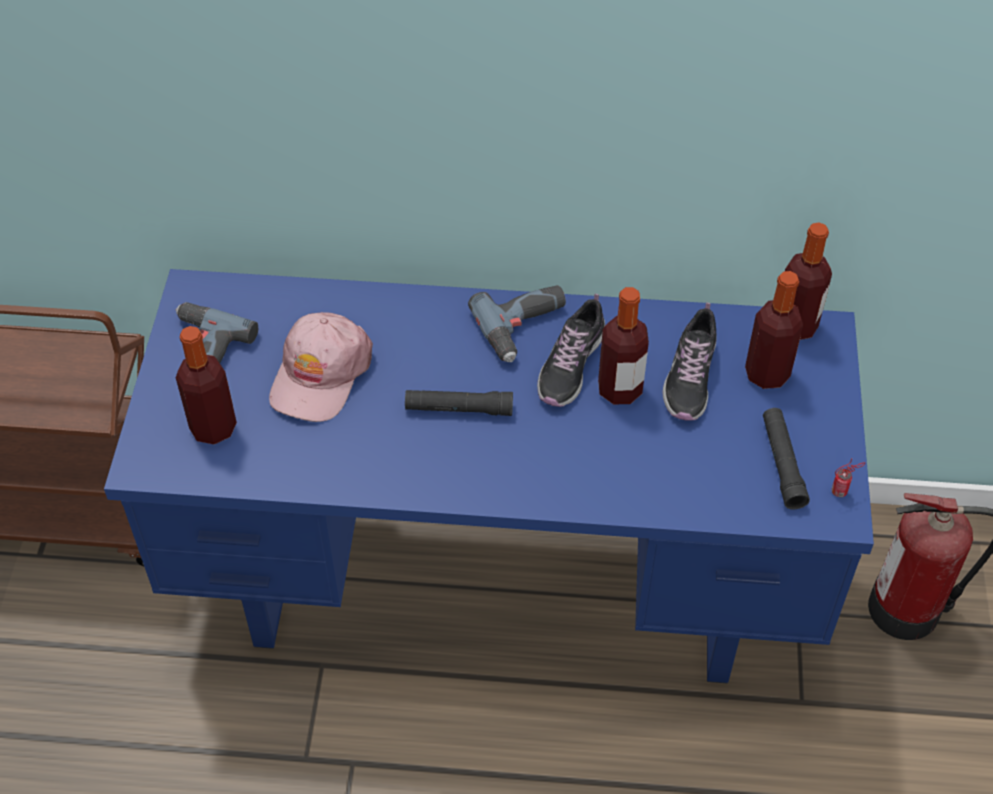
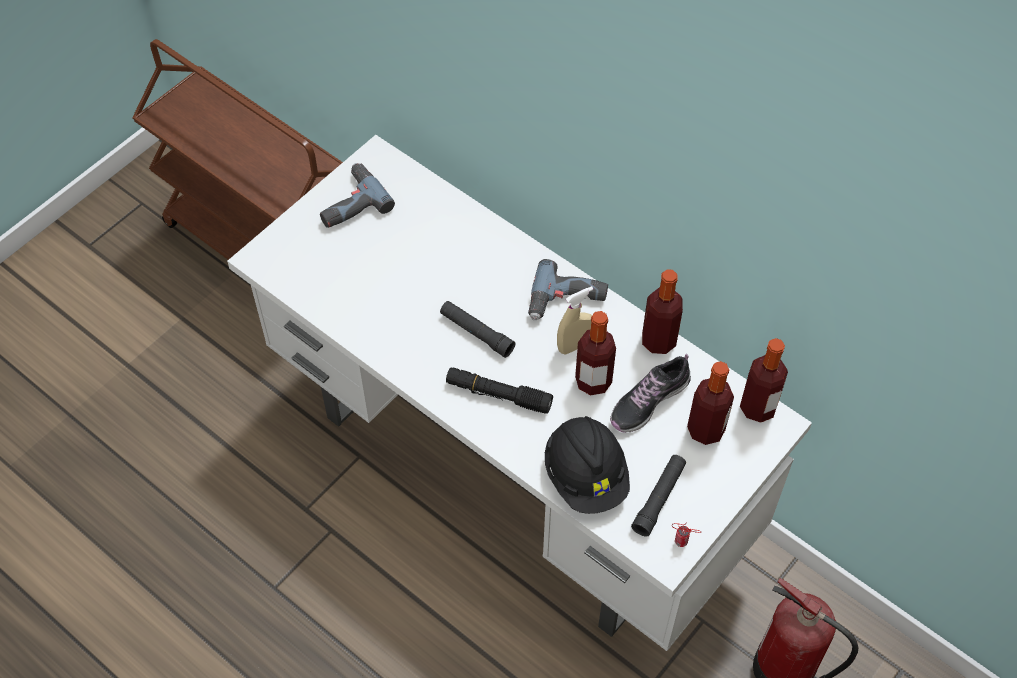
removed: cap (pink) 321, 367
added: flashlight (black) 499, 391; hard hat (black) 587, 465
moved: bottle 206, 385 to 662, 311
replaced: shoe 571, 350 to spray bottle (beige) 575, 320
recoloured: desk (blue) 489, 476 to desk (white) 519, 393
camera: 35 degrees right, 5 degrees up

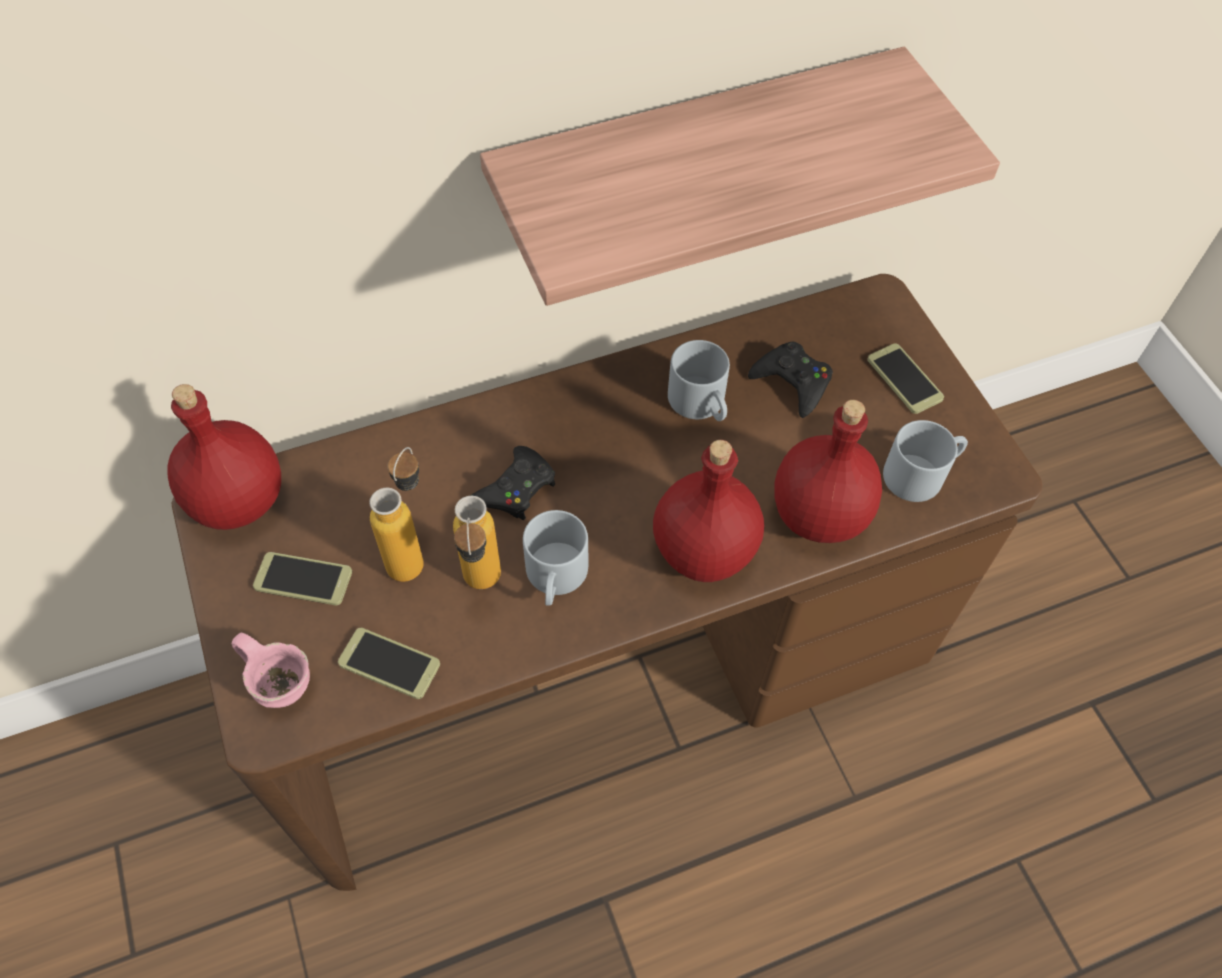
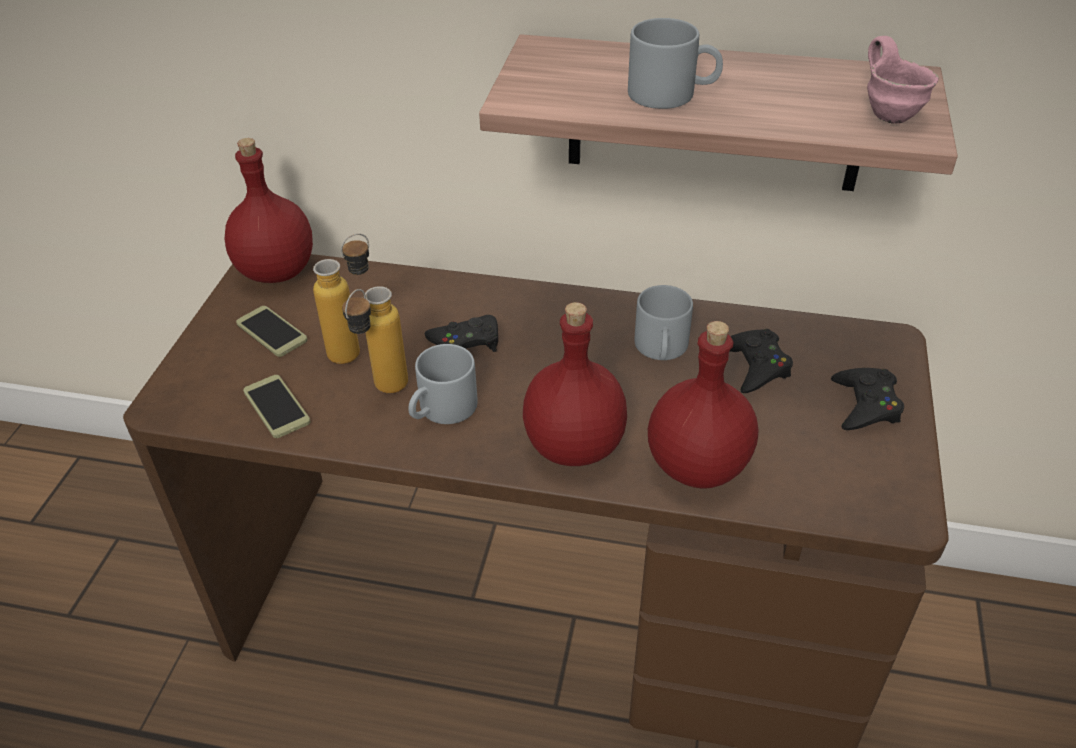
moved: mug (pink) 271, 670 to 903, 80; mug (grey) 925, 461 to 675, 63
replaced: phone 905, 378 to game controller (black) 867, 399
camera: 35 degrees right, 15 degrees down

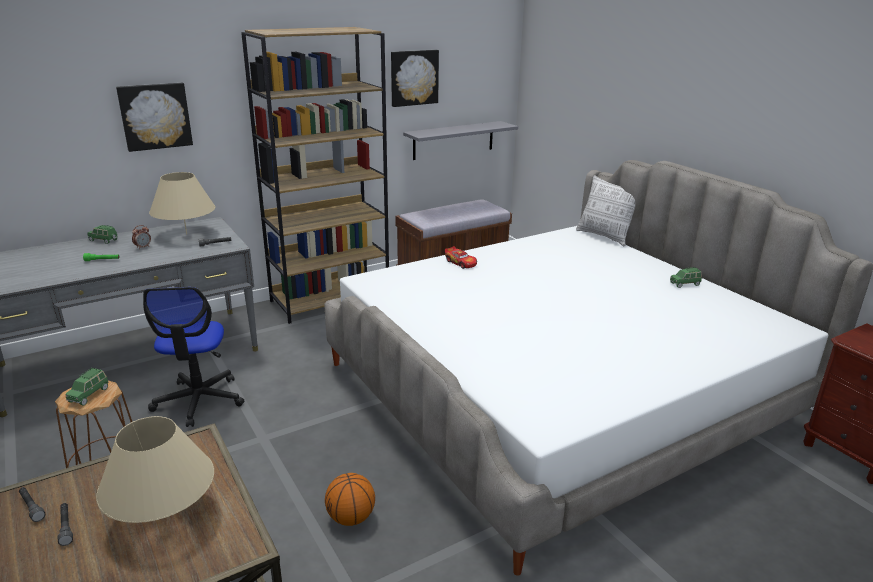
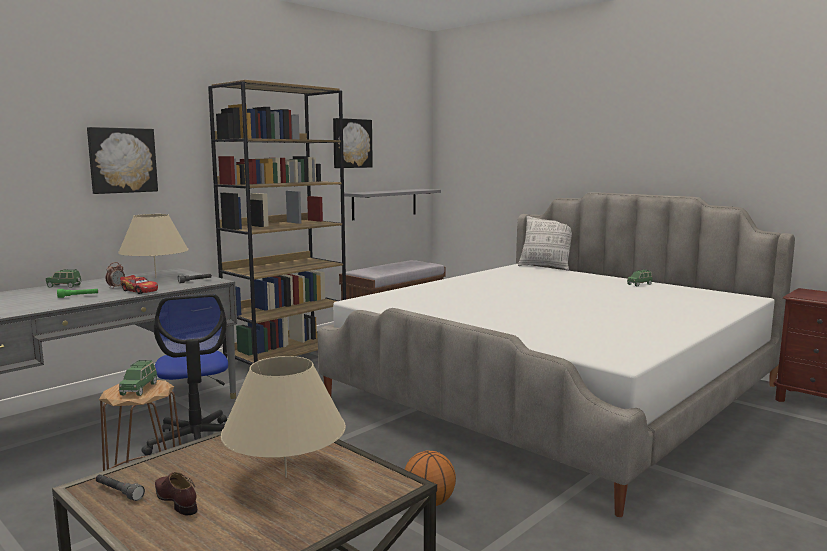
moved: toy car 461, 257 to 139, 284
replaced: flashlight (grey) 65, 524 to shoe (brown) 176, 493
camera: 15 degrees left, 15 degrees down

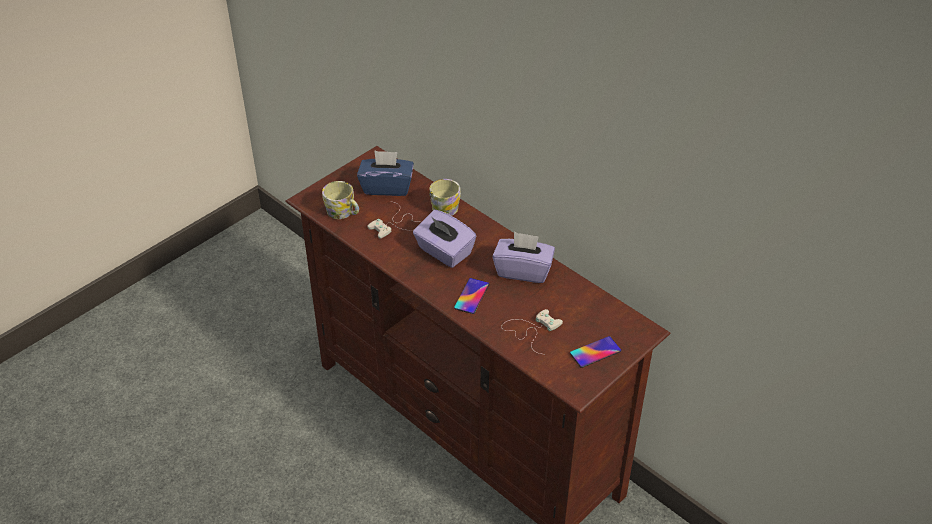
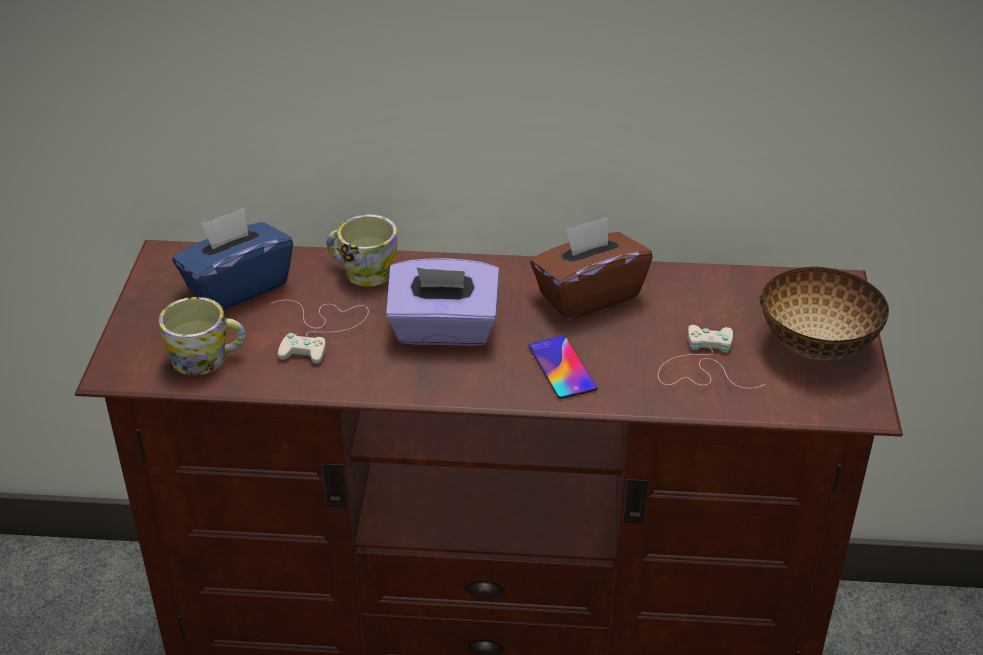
replaced: phone 595, 352 to bowl 824, 313
recoloured: tissue box (purple) 523, 257 to tissue box (brown) 591, 268
camera: 40 degrees left, 5 degrees down

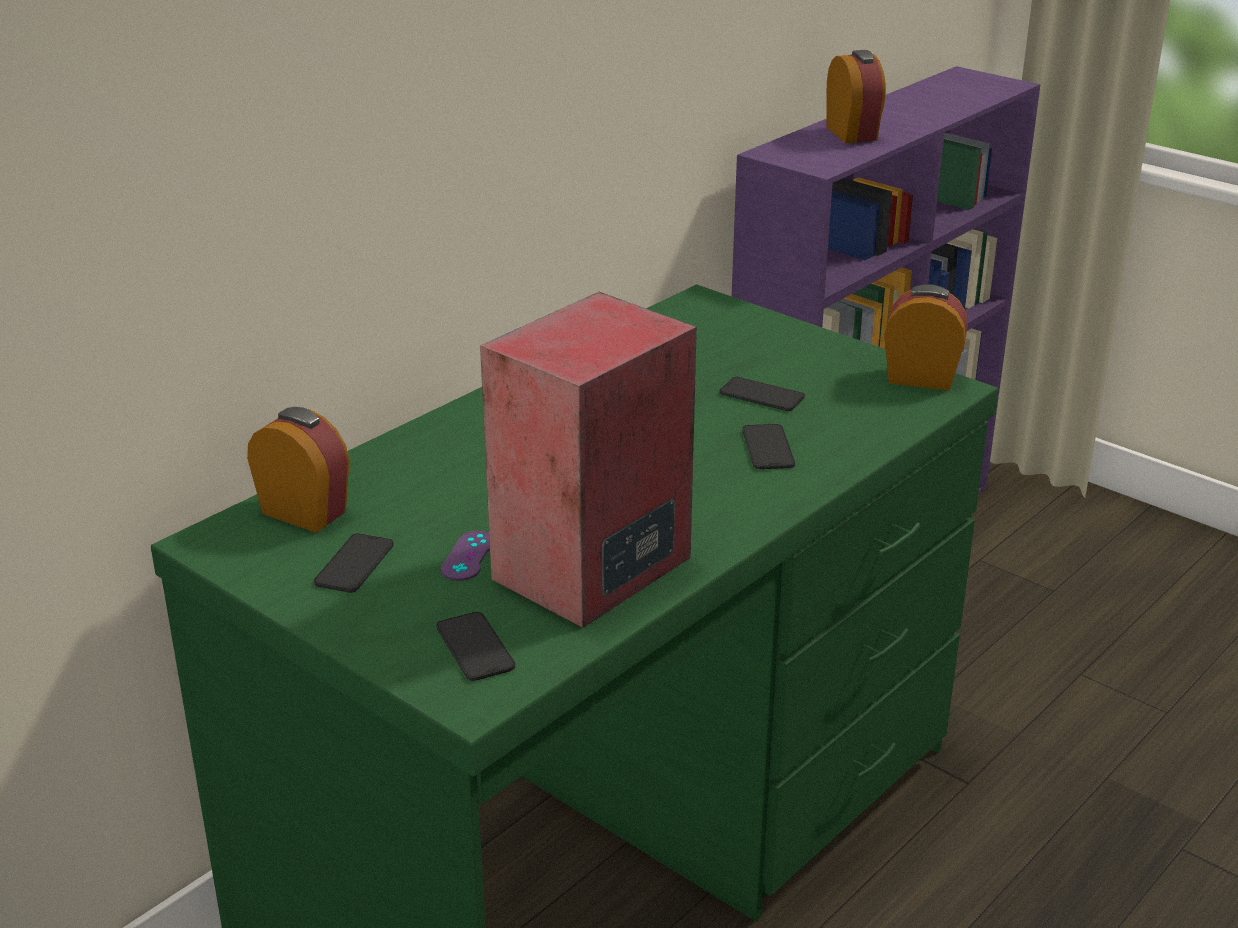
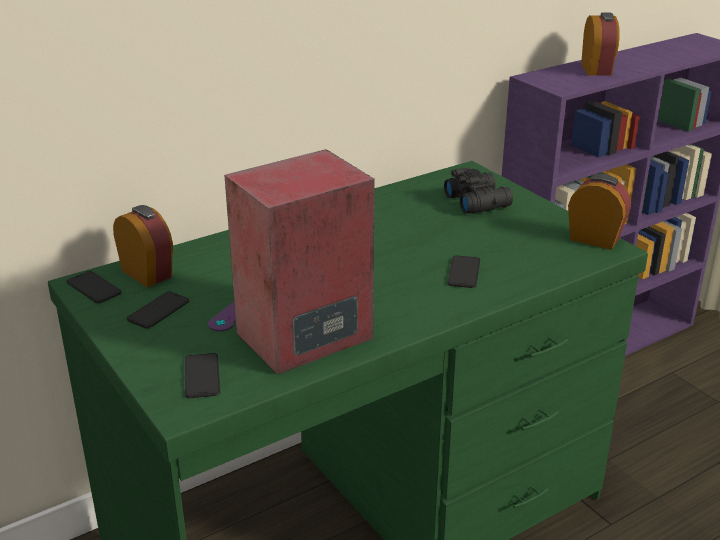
added: binoculars (black) 478, 190
moved: phone 762, 394 to 94, 287
camera: 15 degrees right, 0 degrees up

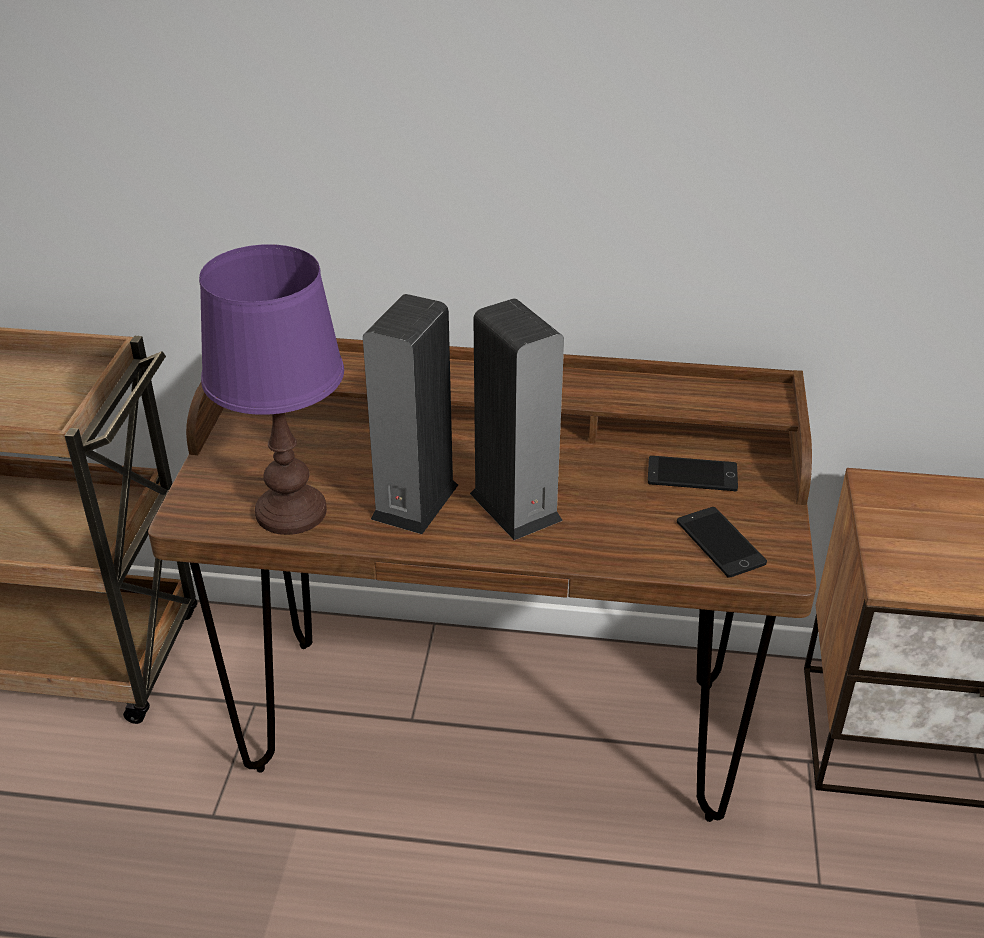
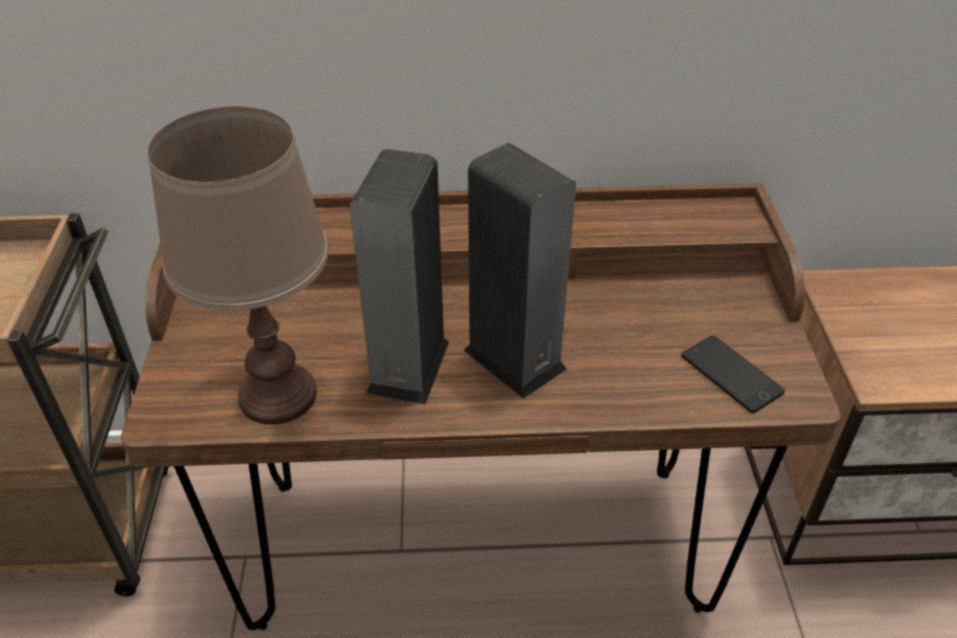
removed: phone 693, 473
recoloured: table lamp (purple) 271, 389 to table lamp (brown) 238, 265
camera: 10 degrees left, 5 degrees up

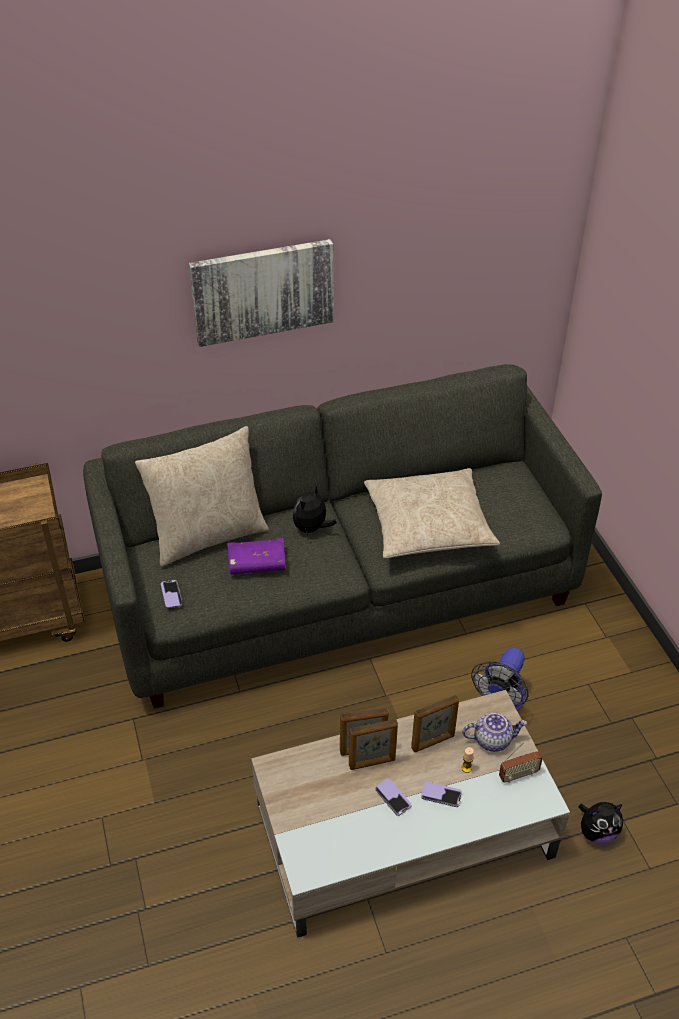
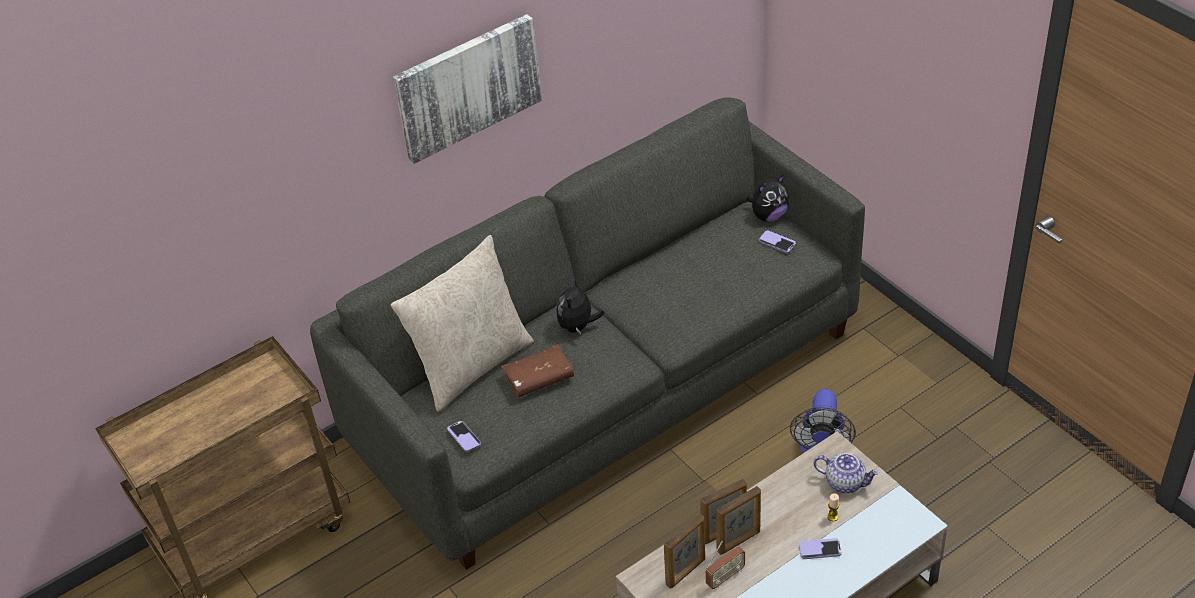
removed: pillow (beige) 432, 513
moved: phone 393, 797 to 777, 241; picture frame 435, 723 to 684, 551; radio 520, 762 to 725, 565; plush toy 601, 822 to 767, 198
recoloured: book (purple) 256, 556 to book (brown) 537, 371
turned: teapot 495, 732 = 847, 473 45 degrees clockwise
camera: 15 degrees left, 0 degrees up

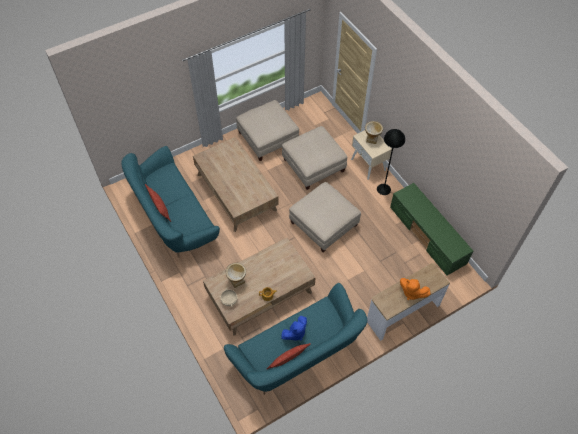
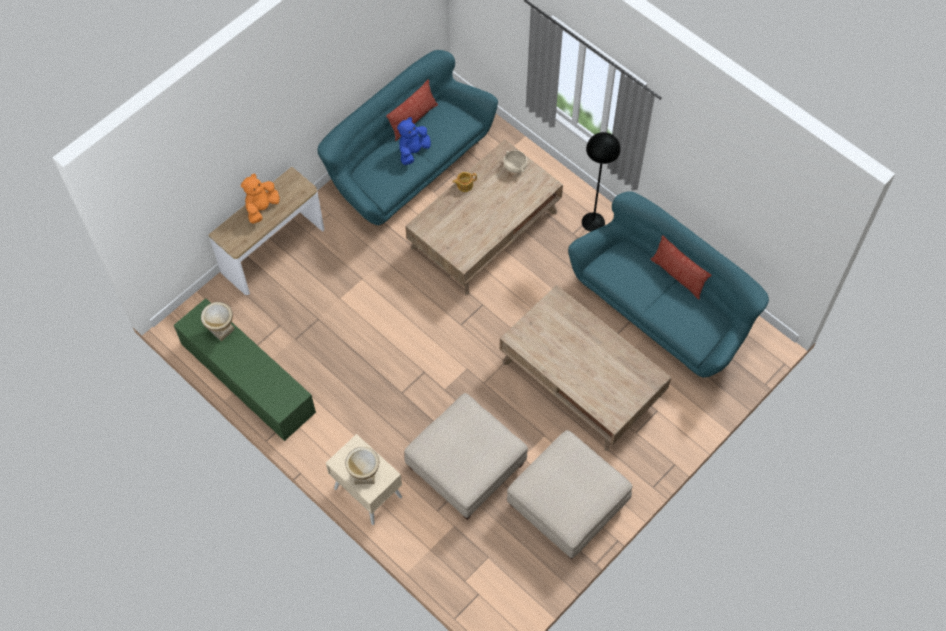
removed: ottoman (beige) 325, 217
moved: vase 235, 275 to 218, 321; floor lamp (black) 391, 162 to 601, 182
turned: plush toy (orange) 415, 289 = 260, 199 75 degrees counterclockwise
camera: 165 degrees right, 5 degrees up

